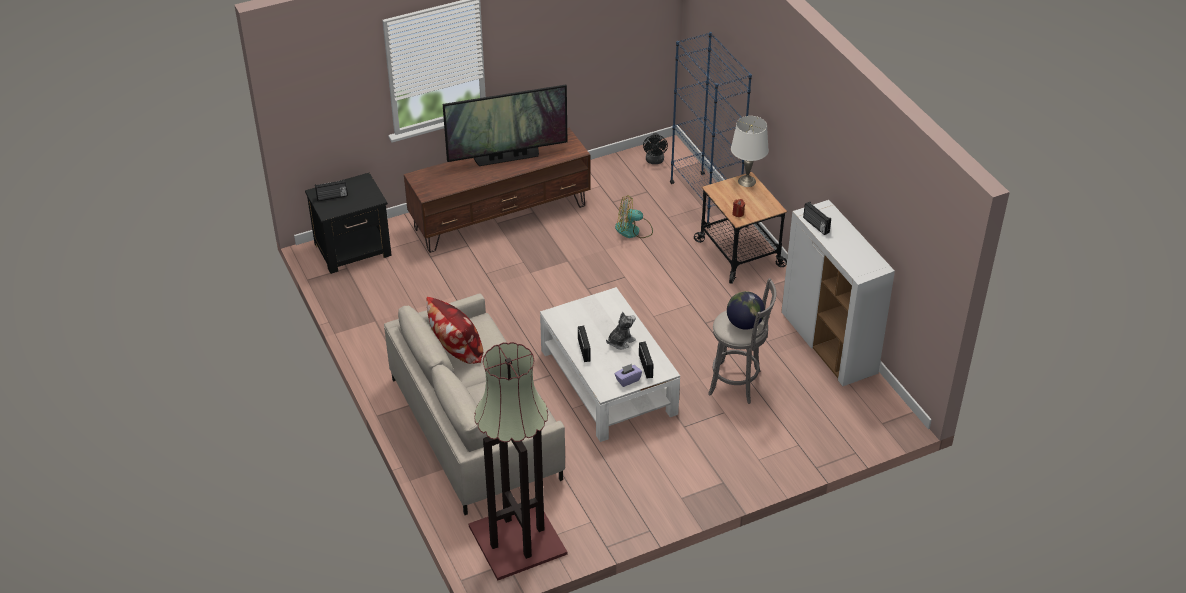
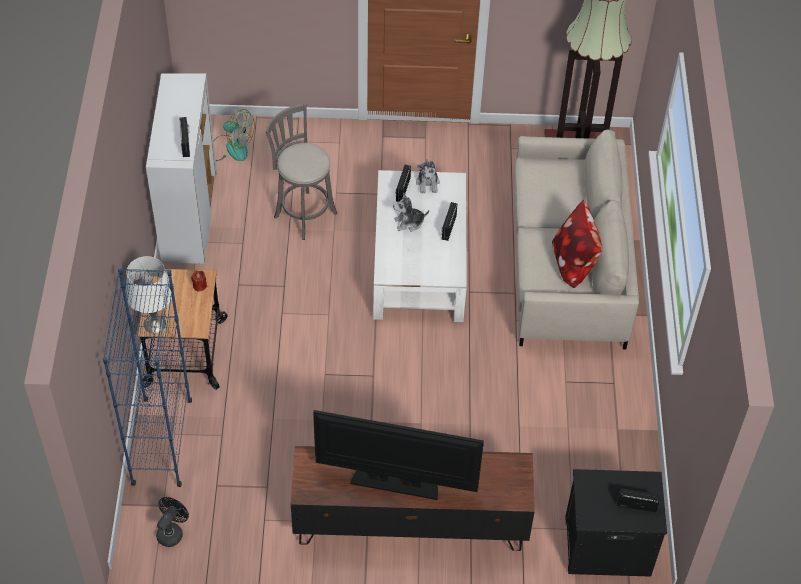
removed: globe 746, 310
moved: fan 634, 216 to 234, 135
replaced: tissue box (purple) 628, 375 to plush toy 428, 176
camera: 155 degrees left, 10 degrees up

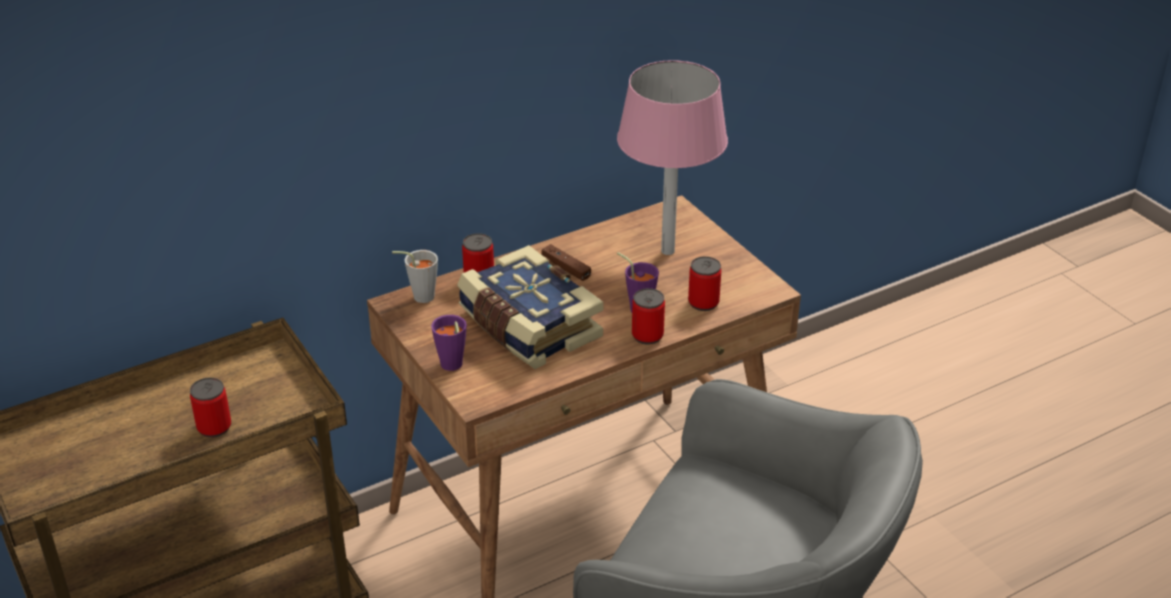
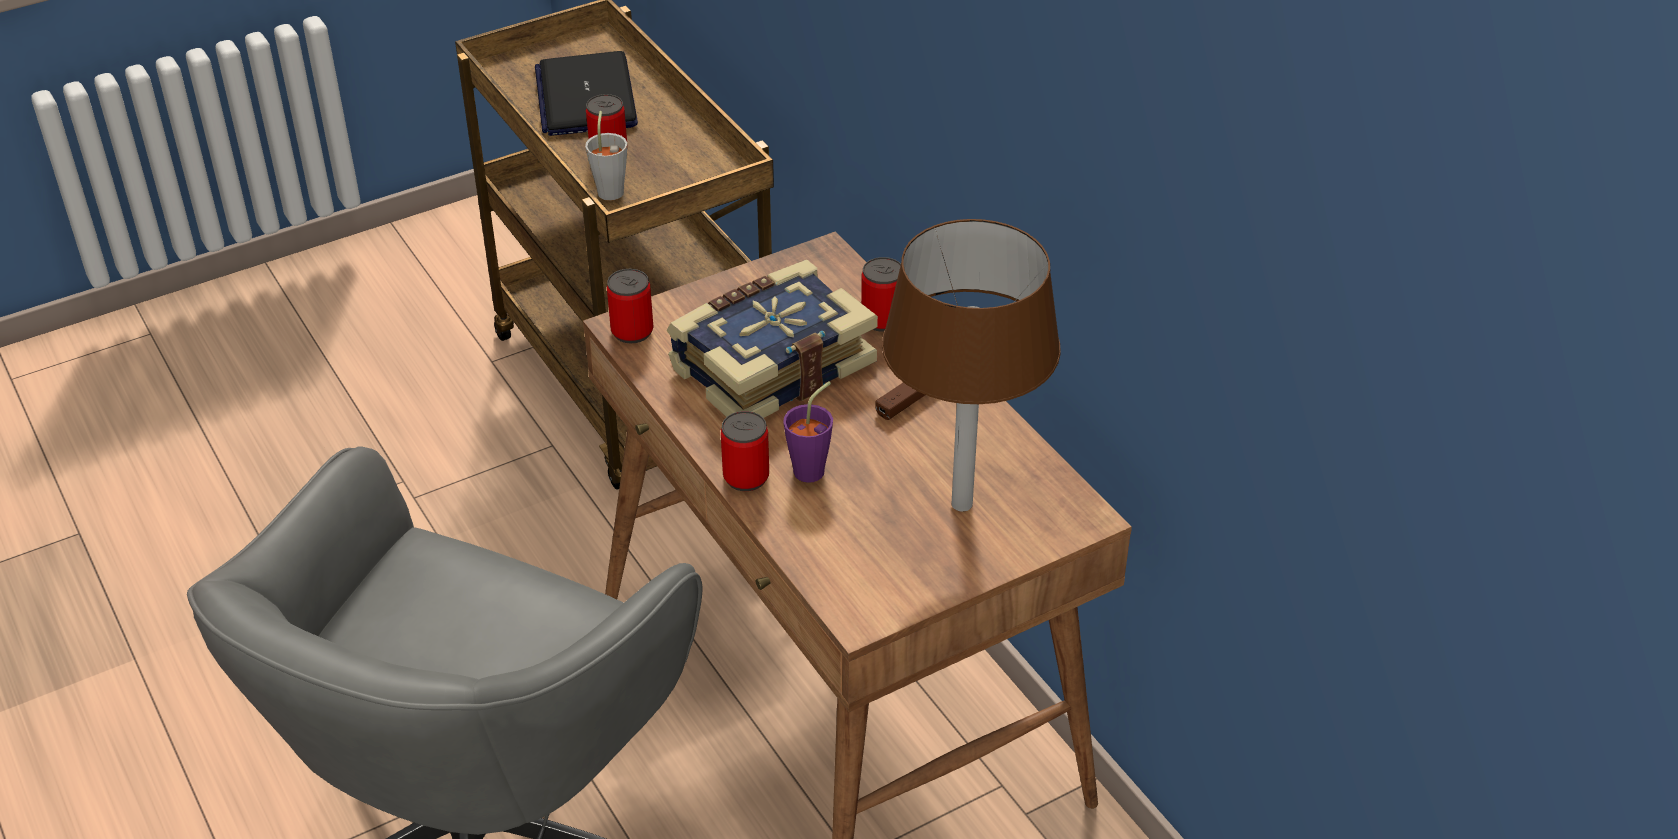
removed: cup (purple) 449, 343
added: laptop 586, 93
moved: cup (grey) 415, 276 to 606, 156; can 704, 283 to 630, 306
recoloured: table lamp (pink) 672, 157 to table lamp (brown) 971, 365
camera: 90 degrees right, 5 degrees up

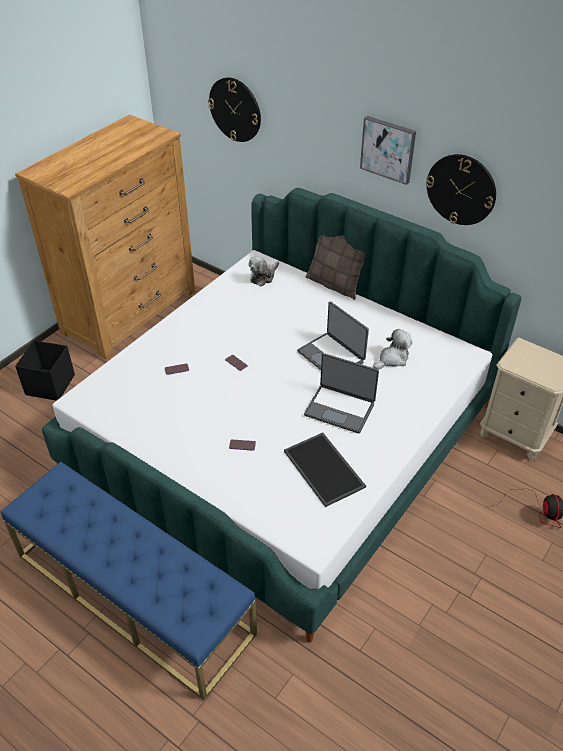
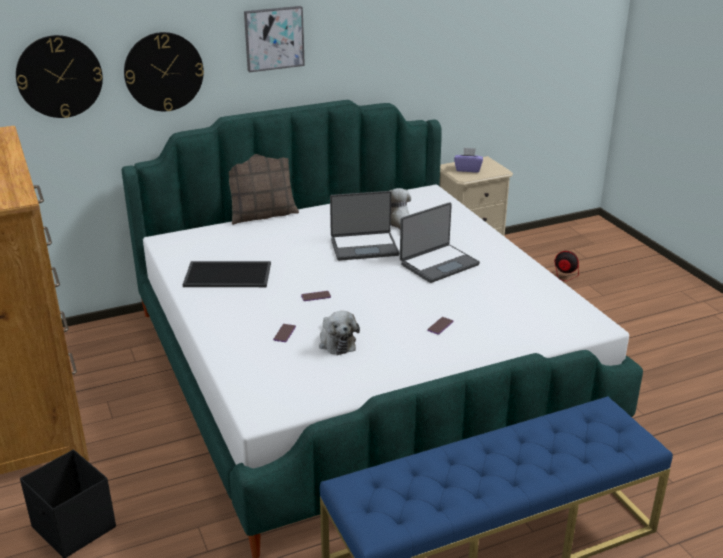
added: tissue box (purple) 468, 160
moved: plush toy 264, 271 to 339, 333; tray 325, 470 to 227, 274; wall clock 461, 189 to 164, 71
camera: 60 degrees left, 15 degrees down

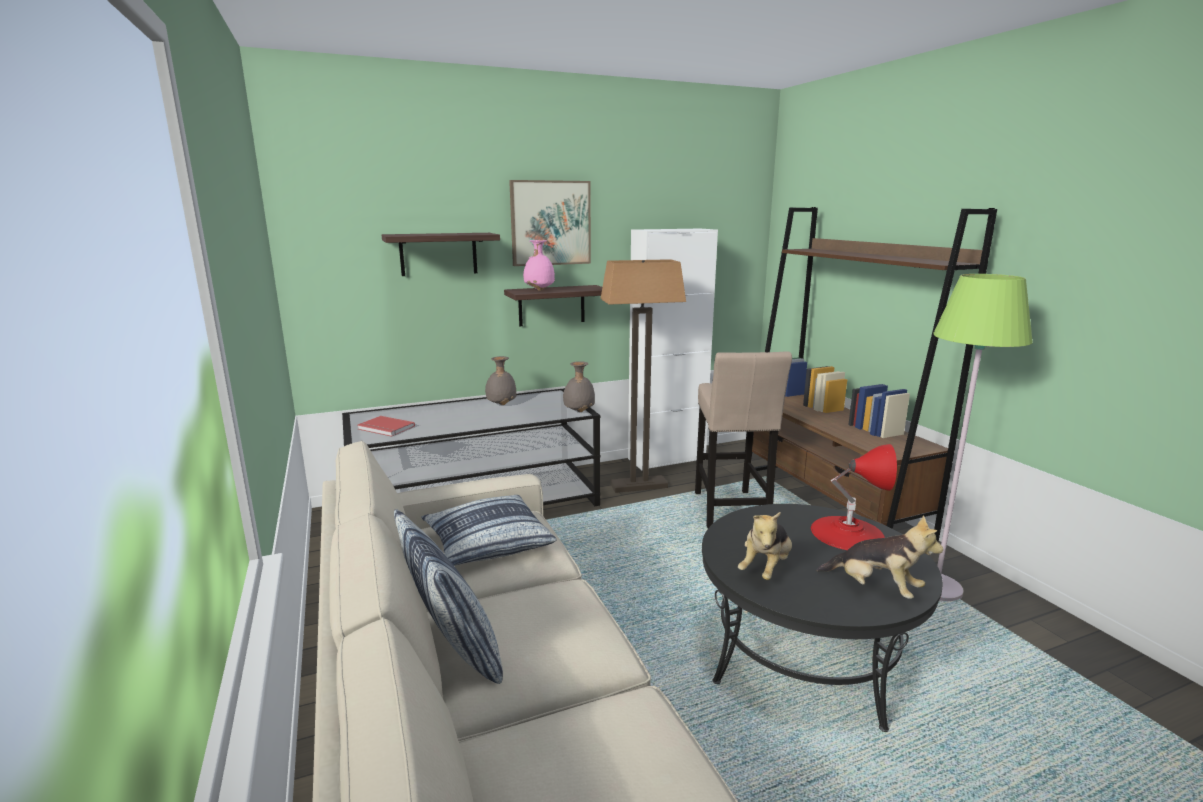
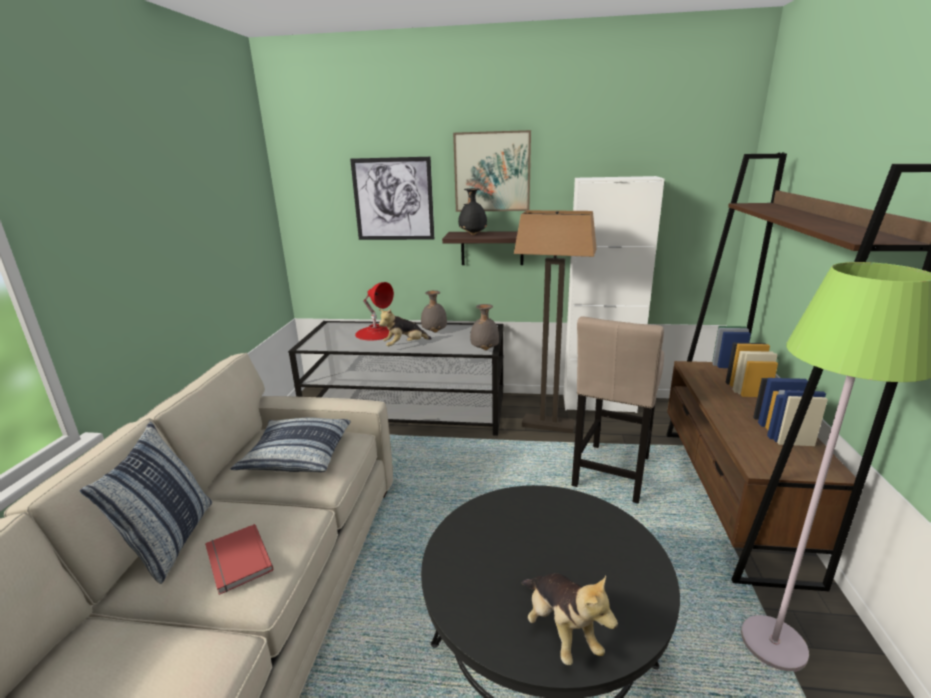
moved: book (red) 386, 426 to 239, 559; plush toy 765, 546 to 405, 328; table lamp (red) 854, 497 to 374, 311
replaced: shelf 441, 254 to picture 392, 198
recoloured: vase (pink) 539, 265 to vase (black) 472, 211
camera: 30 degrees right, 5 degrees up

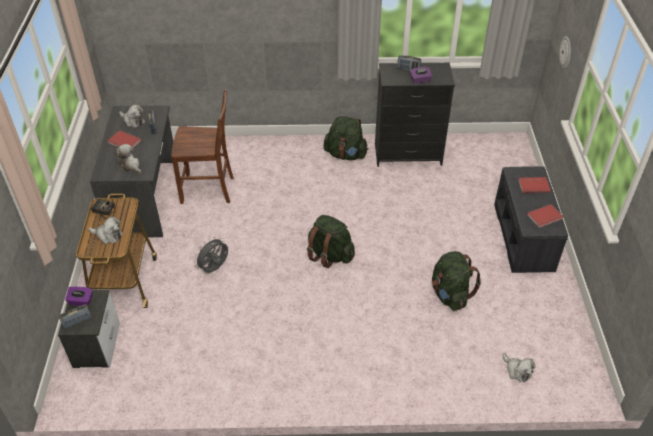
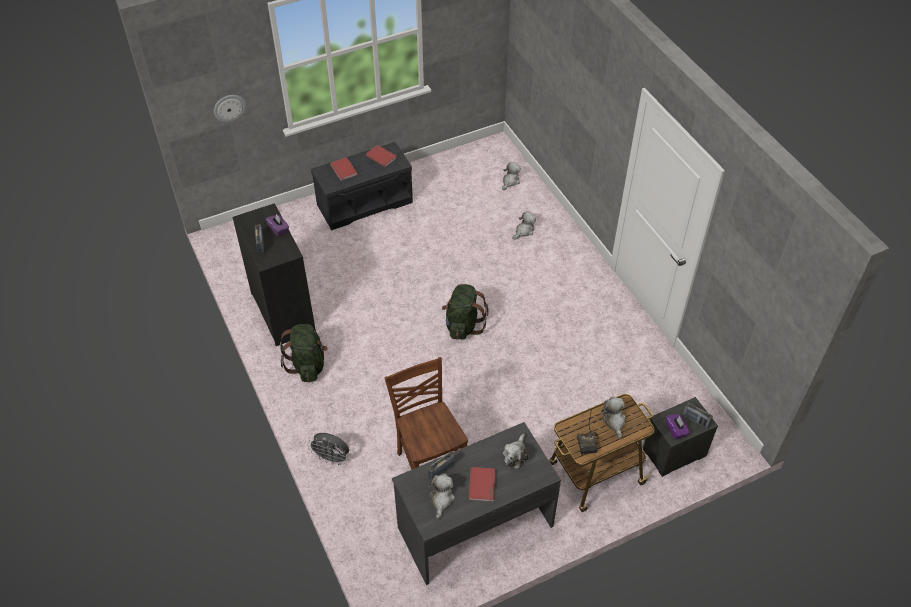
removed: backpack (green) 456, 281
added: plush toy 524, 225
moved: fan (grey) 211, 255 to 328, 449
camera: 115 degrees left, 5 degrees up

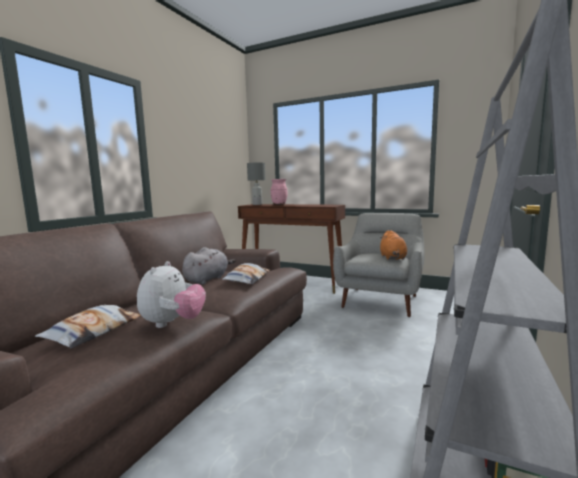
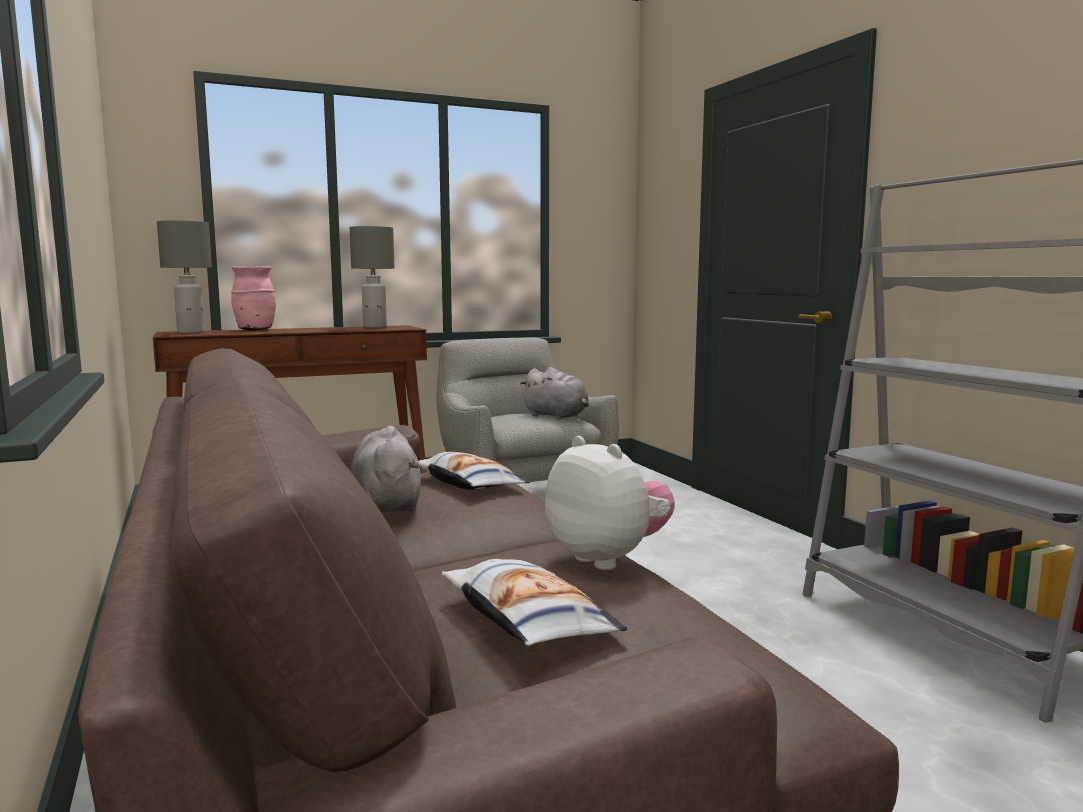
added: table lamp (grey) 372, 277
recoloured: plush toy (orange) 393, 245 to plush toy (grey) 554, 393
camera: 50 degrees left, 0 degrees up

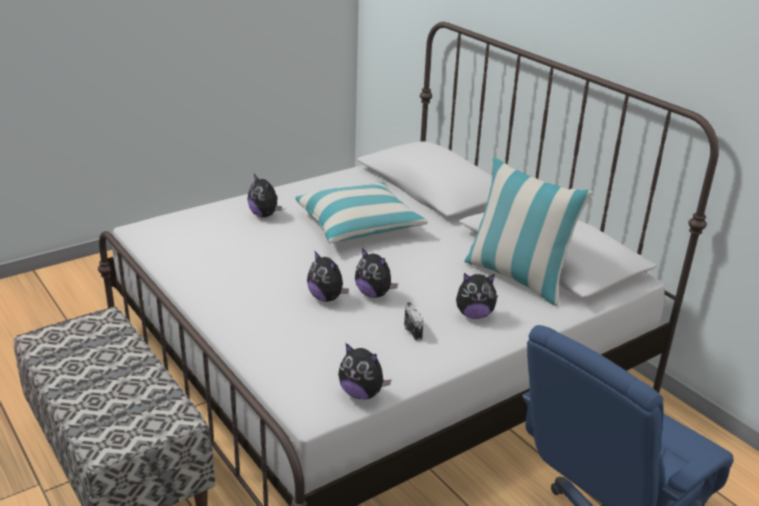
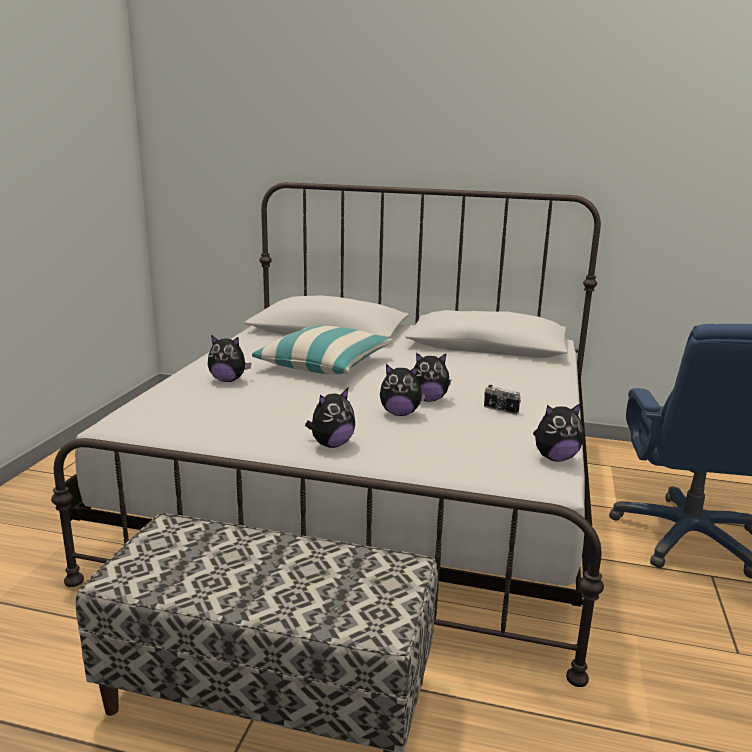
removed: pillow 528, 231
moved: plush toy 477, 296 to 330, 418
camera: 40 degrees left, 10 degrees down

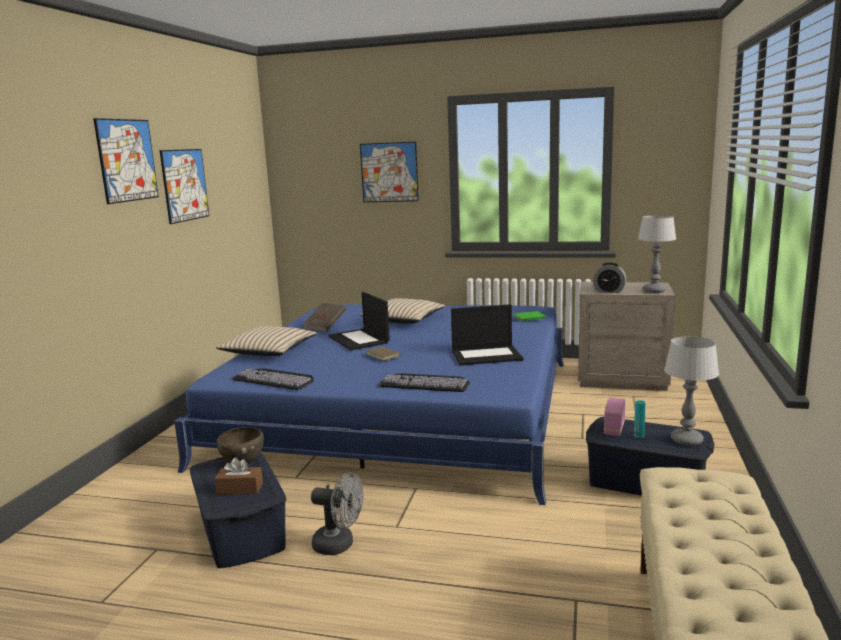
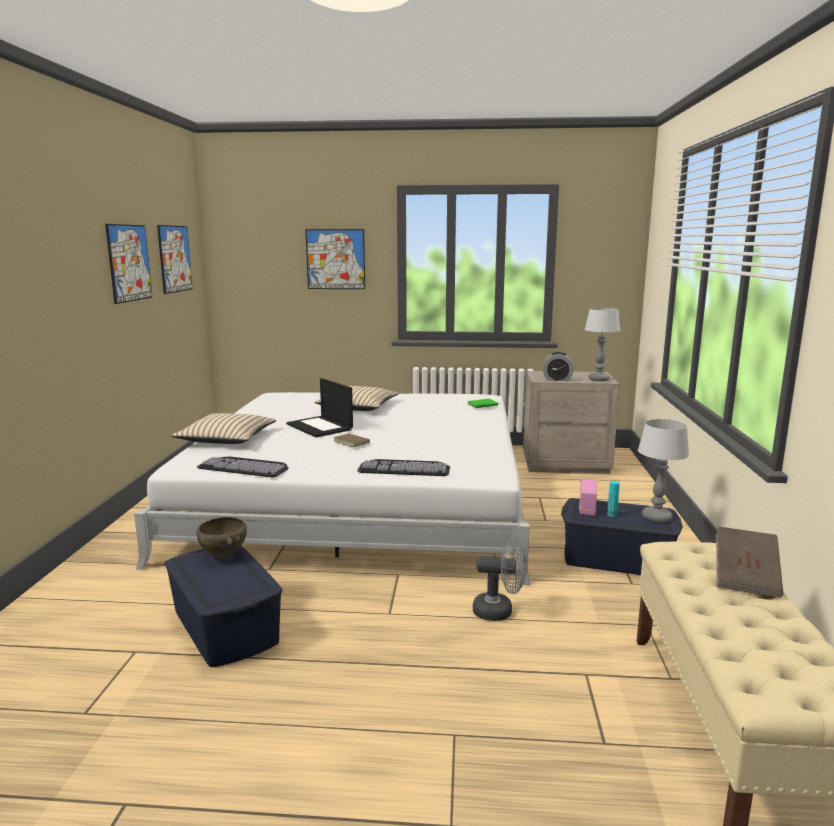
removed: tissue box (brown) 238, 476; laptop 487, 334
moved: picture 126, 161 to 175, 259; book (brown) 324, 317 to 749, 562; fan (grey) 337, 513 to 499, 580
recoloured: bed (blue) 369, 404 to bed (white) 332, 488
camera: 10 degrees left, 0 degrees up

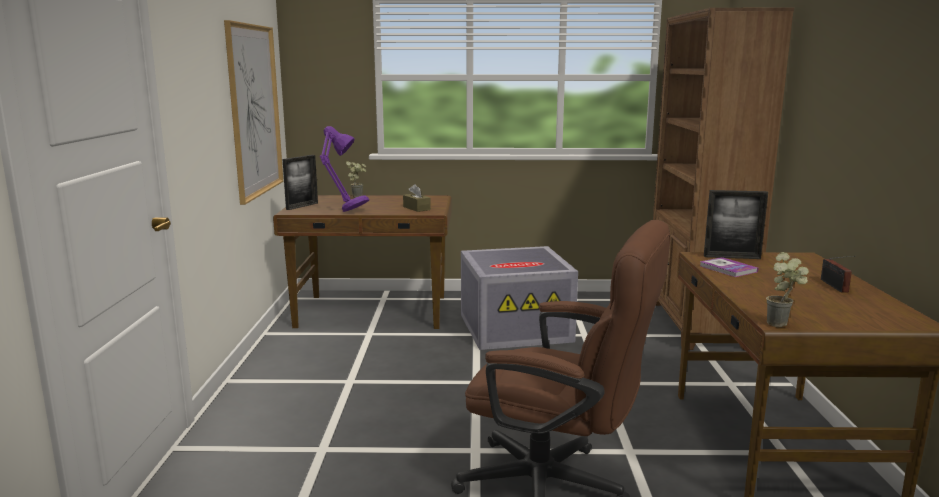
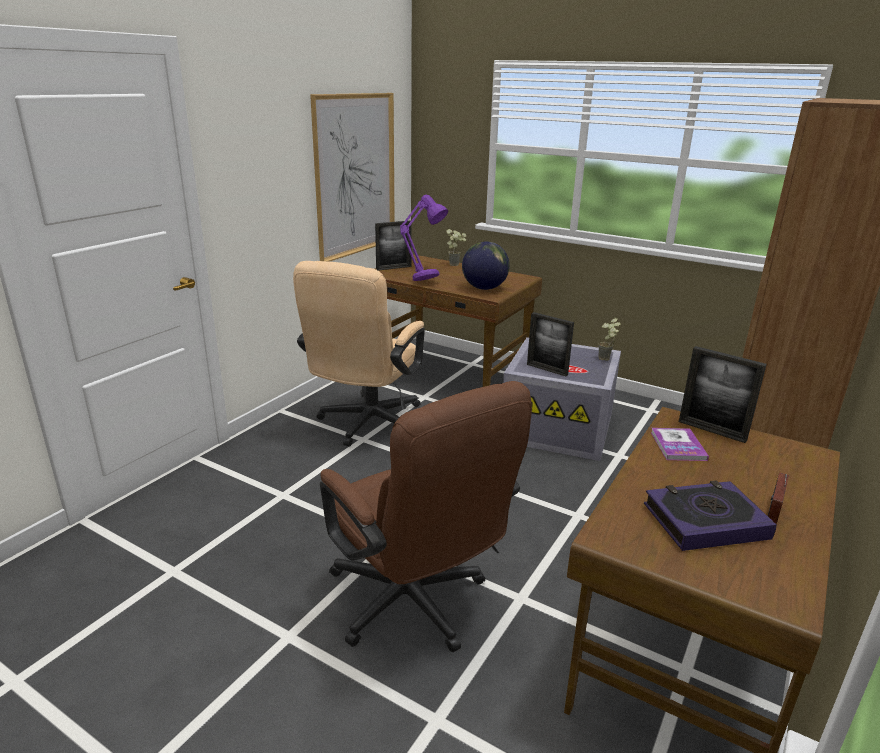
added: office chair (beige) 359, 354; picture frame 550, 344; book 710, 515
moved: potted plant 787, 289 to 609, 339
replaced: tissue box (brown) 417, 198 to globe 486, 266
camera: 30 degrees right, 10 degrees up

